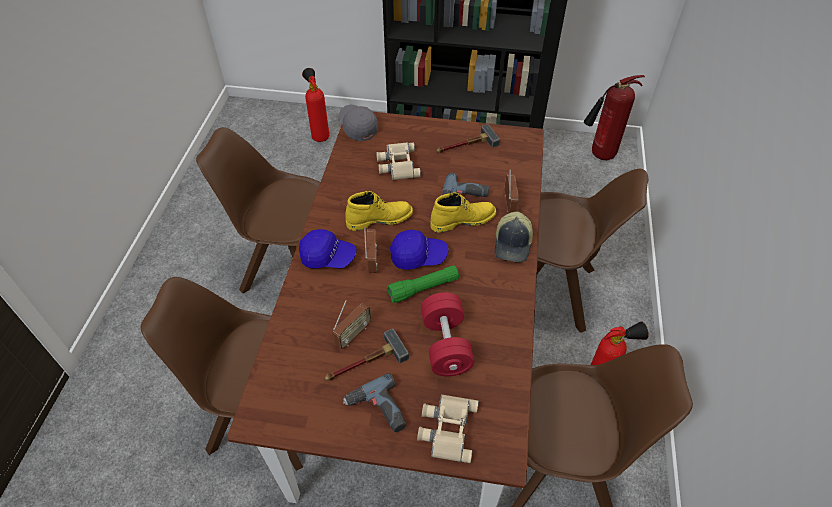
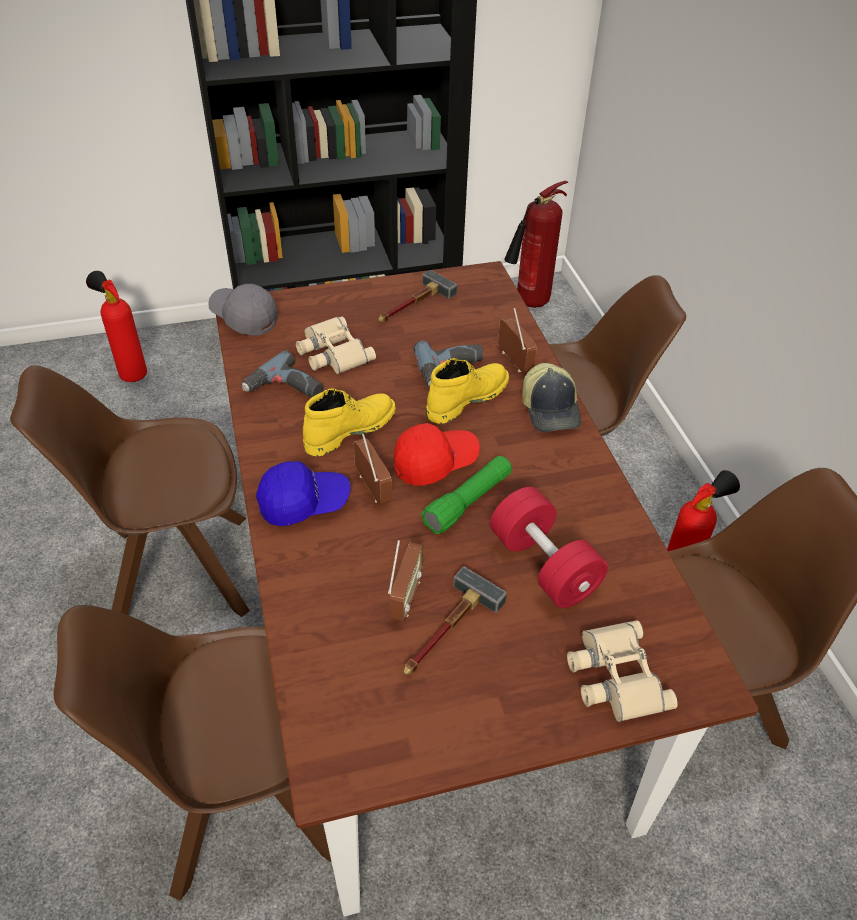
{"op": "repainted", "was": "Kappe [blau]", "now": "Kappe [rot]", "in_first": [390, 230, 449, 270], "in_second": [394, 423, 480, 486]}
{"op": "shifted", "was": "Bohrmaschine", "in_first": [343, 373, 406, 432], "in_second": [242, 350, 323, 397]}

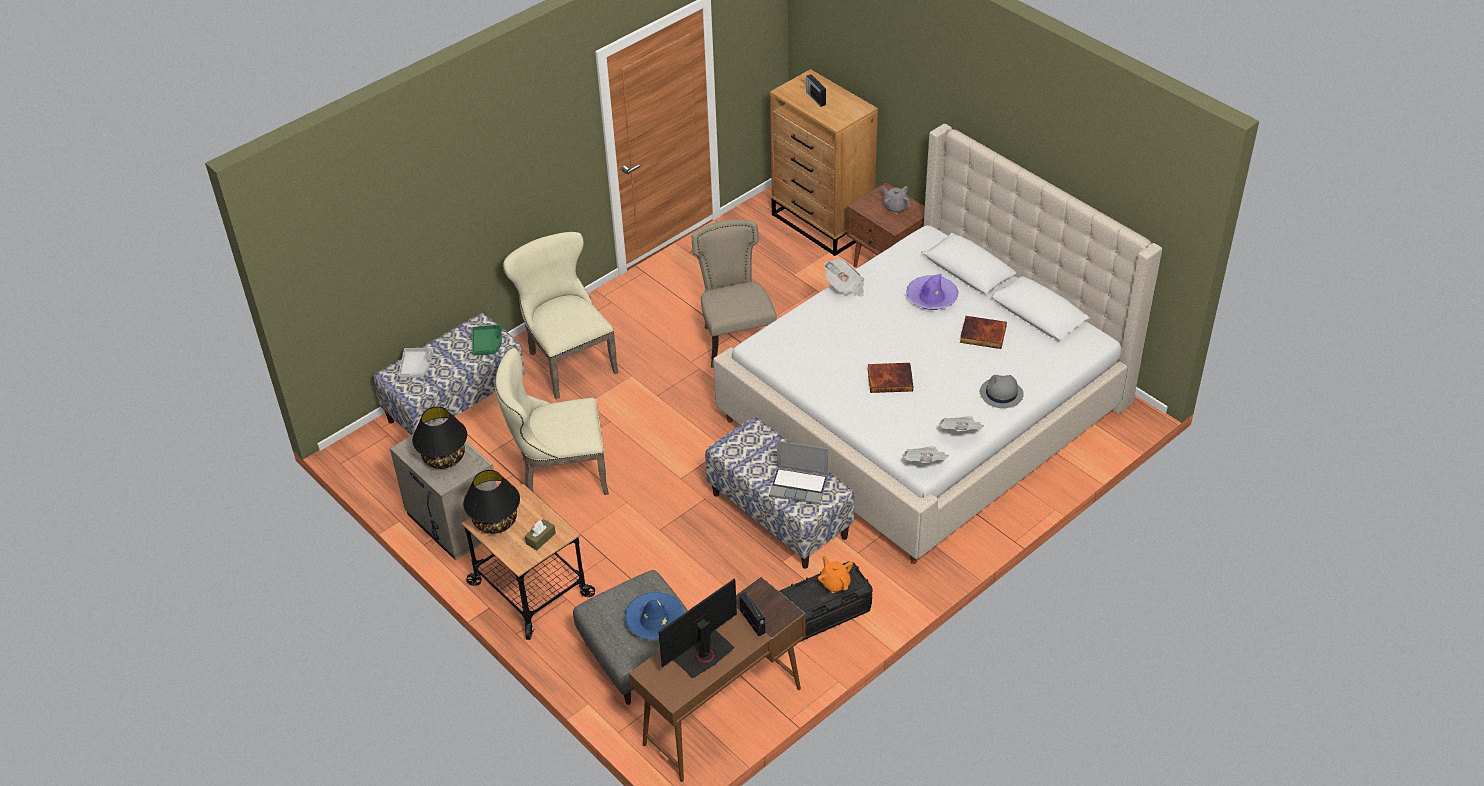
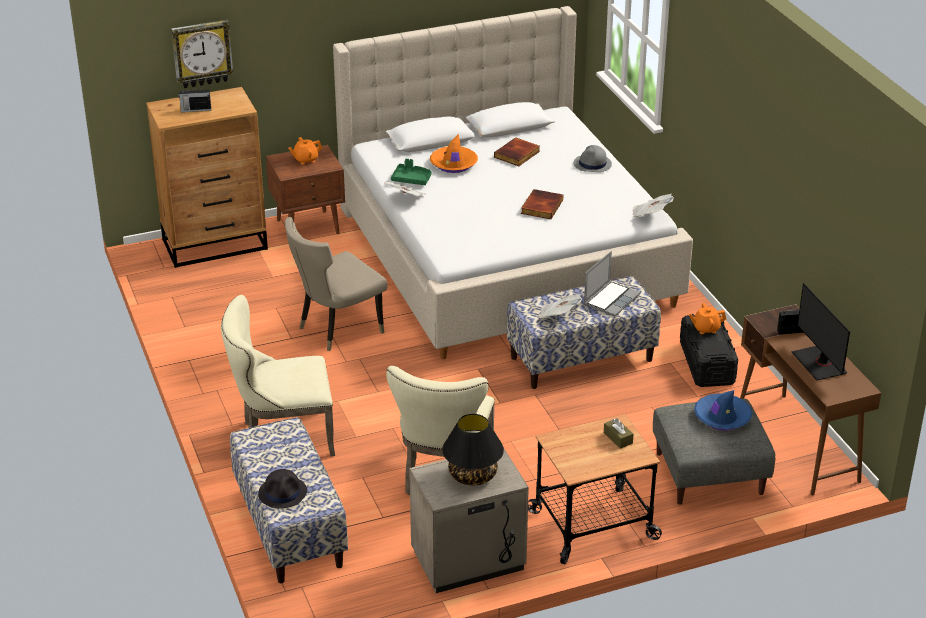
{"op": "repainted", "was": "Teekanne [grau]", "now": "Teekanne [orange]", "in_first": [882, 186, 911, 214], "in_second": [288, 137, 322, 165]}
{"op": "rotated", "was": "Stuhl [beige]", "in_first": [692, 220, 777, 368], "in_second": [285, 217, 387, 351], "clockwise": -45}
{"op": "repainted", "was": "Hut [lila]", "now": "Hut [orange]", "in_first": [906, 274, 959, 310], "in_second": [430, 134, 478, 173]}
{"op": "shifted", "was": "Tablett [grün]", "in_first": [472, 324, 502, 356], "in_second": [391, 159, 432, 185]}
{"op": "swapped", "was": "Tablett [grau]", "now": "Hut [schwarz]", "in_first": [398, 348, 433, 378], "in_second": [258, 469, 307, 508]}
{"op": "shifted", "was": "Zeitung", "in_first": [939, 416, 984, 431], "in_second": [539, 294, 582, 318]}
{"op": "gone", "was": "Tischlampe [schwarz]", "in_first": [463, 470, 520, 534]}
{"op": "new", "now": "Wanduhr", "in_second": [171, 20, 234, 88]}

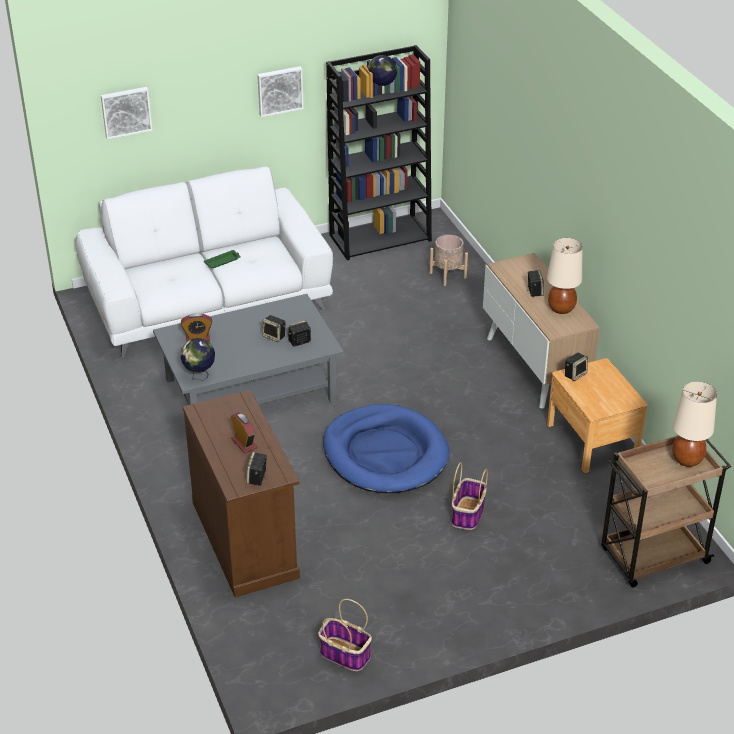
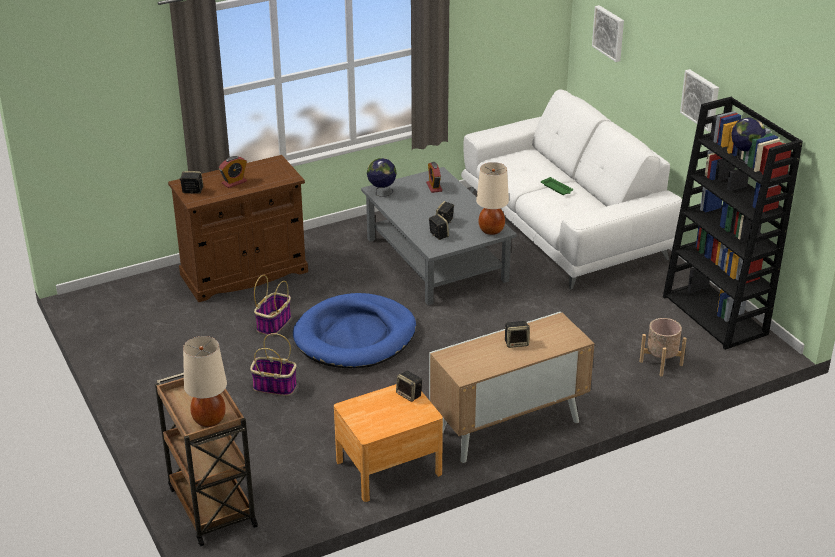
{"op": "shifted", "was": "Tischlampe [beige]", "in_first": [547, 238, 583, 314], "in_second": [476, 162, 509, 235]}
{"op": "shifted", "was": "Korb", "in_first": [318, 599, 372, 671], "in_second": [254, 275, 291, 336]}

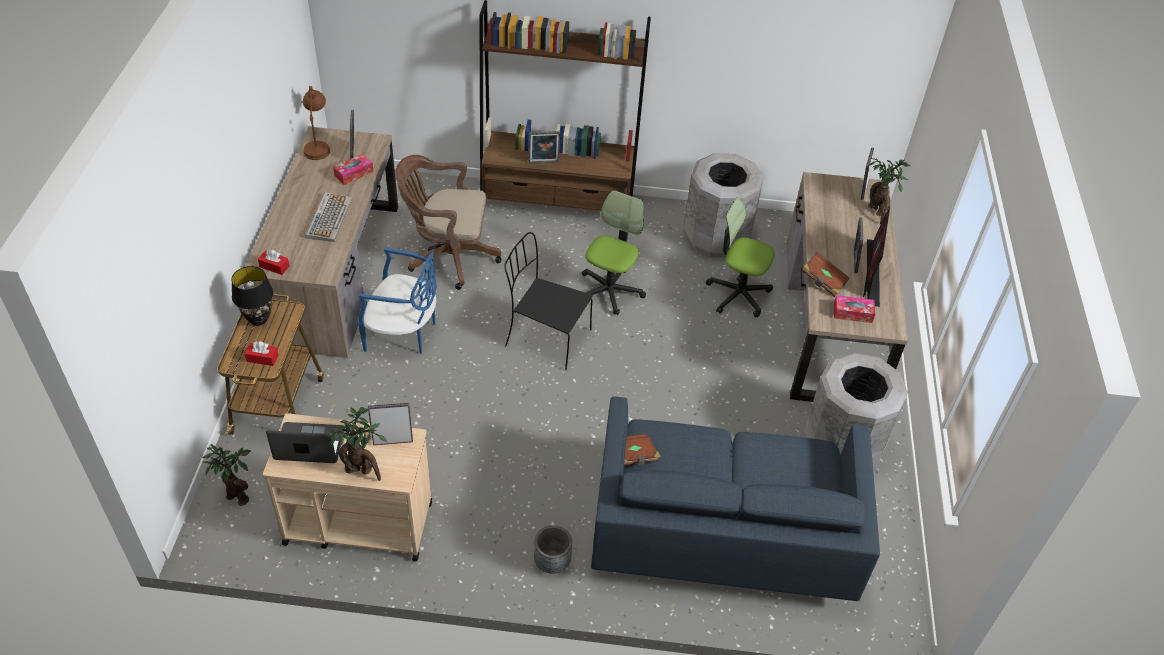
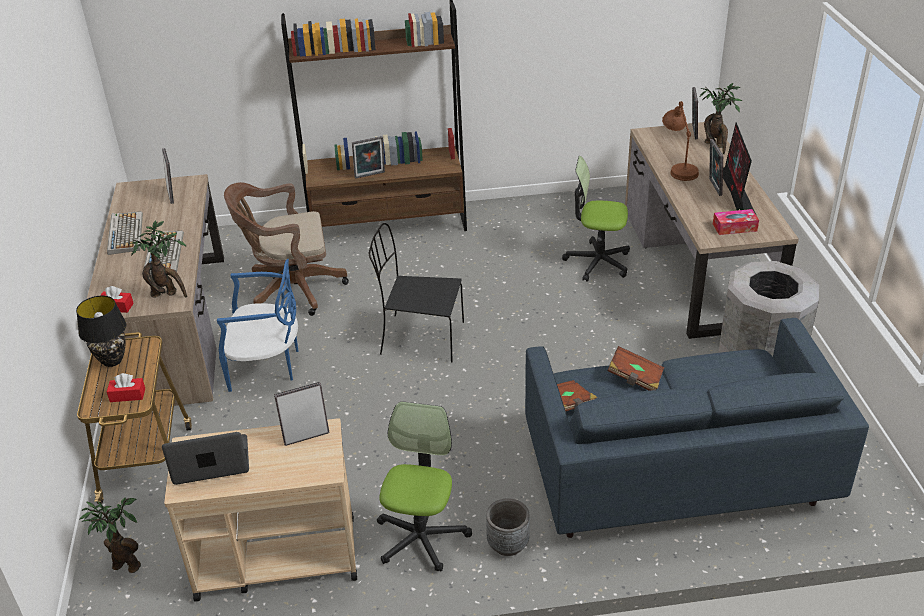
{"op": "shifted", "was": "Tischlampe [braun]", "in_first": [303, 86, 330, 160], "in_second": [662, 101, 699, 181]}
{"op": "gone", "was": "Mülleimer [grau]", "in_first": [683, 153, 764, 258]}
{"op": "gone", "was": "Taschentuchbox", "in_first": [333, 154, 374, 185]}
{"op": "shifted", "was": "Bürostuhl", "in_first": [582, 190, 646, 315], "in_second": [377, 401, 472, 572]}
{"op": "shifted", "was": "Buch [braun]", "in_first": [801, 252, 850, 297], "in_second": [608, 346, 664, 391]}
{"op": "shifted", "was": "Topfpflanze", "in_first": [327, 407, 387, 481], "in_second": [128, 220, 187, 298]}
{"op": "new", "now": "Tastatur", "in_second": [107, 211, 143, 255]}

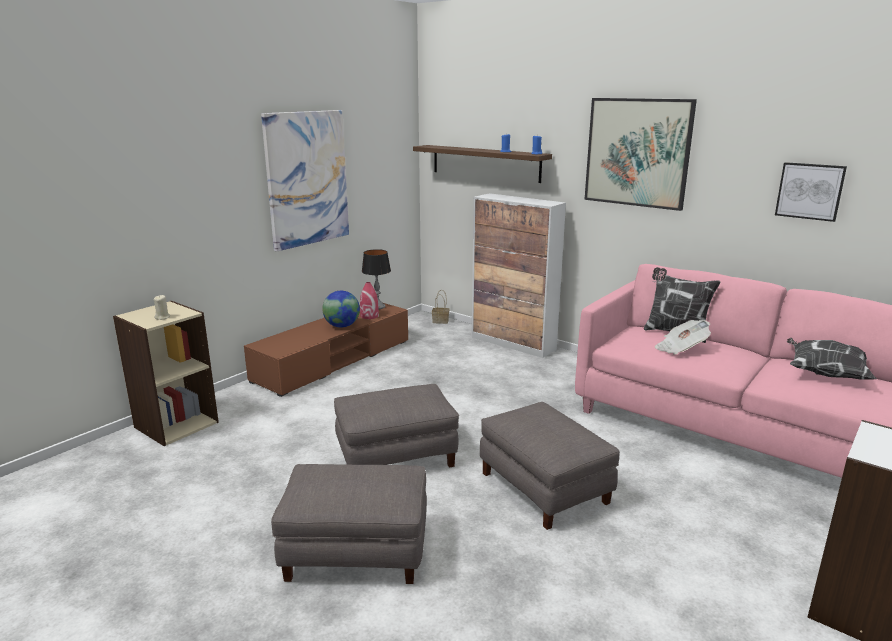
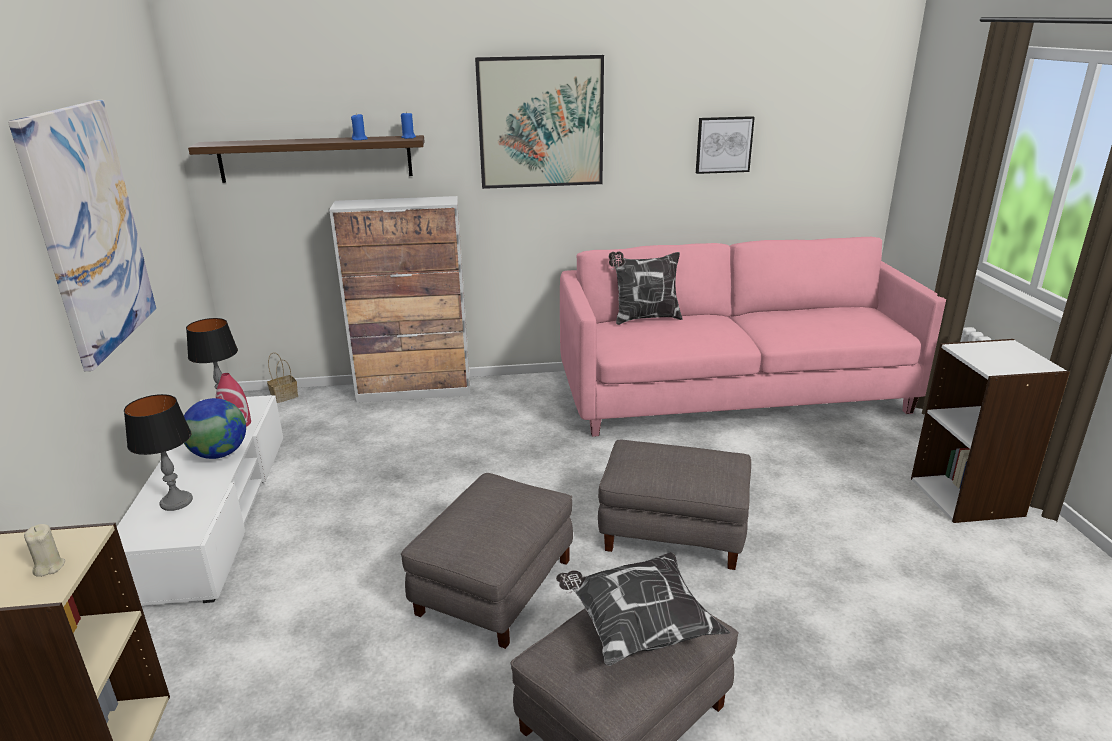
{"op": "repainted", "was": "Fernsehschrank [braun]", "now": "Fernsehschrank [weiß]", "in_first": [244, 303, 408, 397], "in_second": [117, 395, 283, 606]}
{"op": "gone", "was": "Zeitung", "in_first": [655, 320, 711, 355]}
{"op": "shifted", "was": "Kissen", "in_first": [787, 338, 877, 380], "in_second": [556, 552, 730, 666]}
{"op": "new", "now": "Tischlampe", "in_second": [124, 394, 193, 511]}

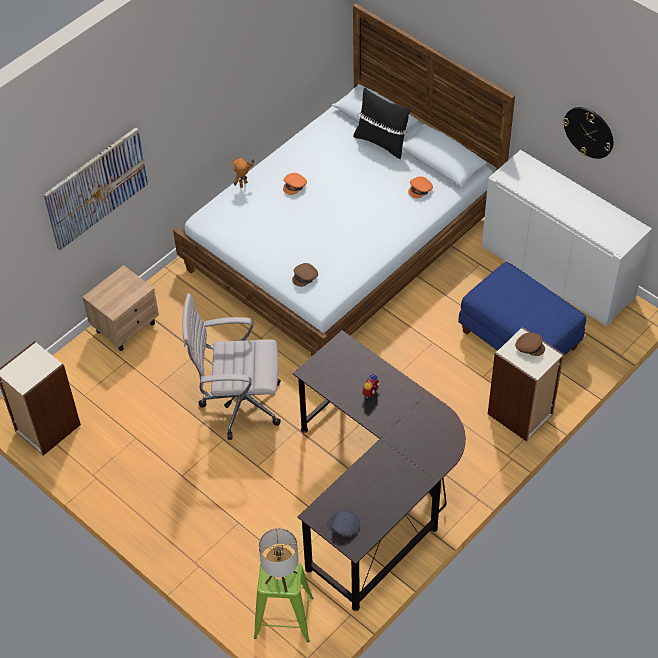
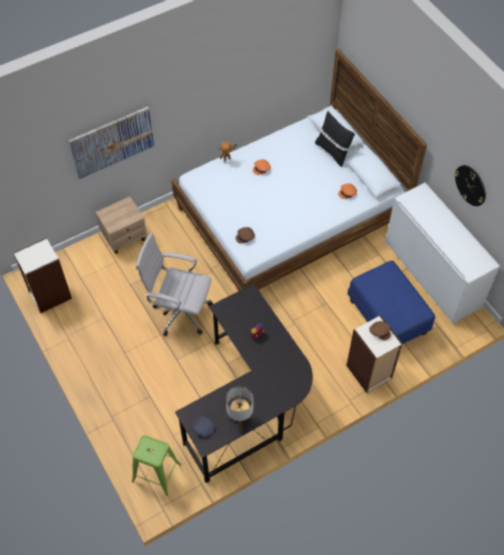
{"op": "shifted", "was": "Tischlampe", "in_first": [259, 528, 298, 593], "in_second": [226, 386, 253, 430]}

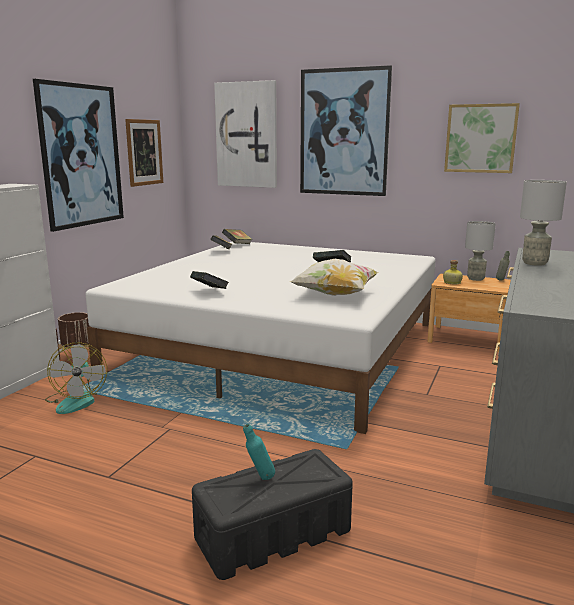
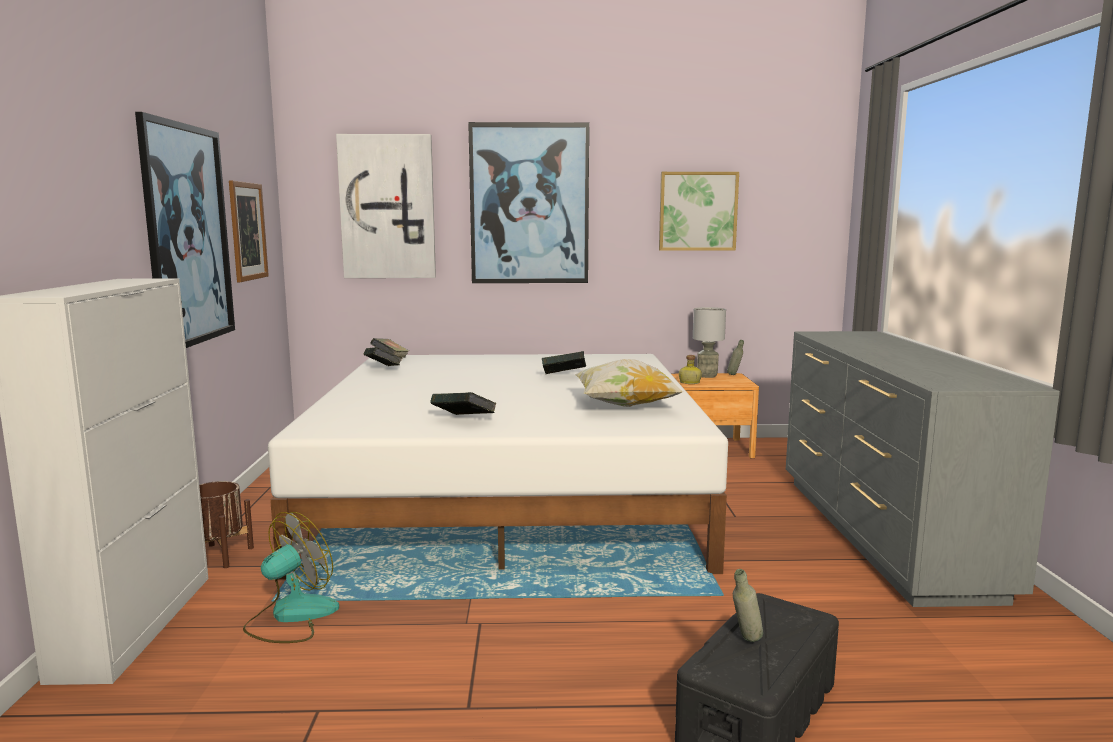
{"op": "gone", "was": "Tischlampe [grau]", "in_first": [520, 180, 567, 266]}
{"op": "rotated", "was": "Ventilator", "in_first": [45, 343, 107, 414], "in_second": [243, 512, 339, 643], "clockwise": -105}
{"op": "repainted", "was": "Flasche [türkis]", "now": "Flasche [grau]", "in_first": [243, 424, 275, 480], "in_second": [733, 569, 763, 642]}

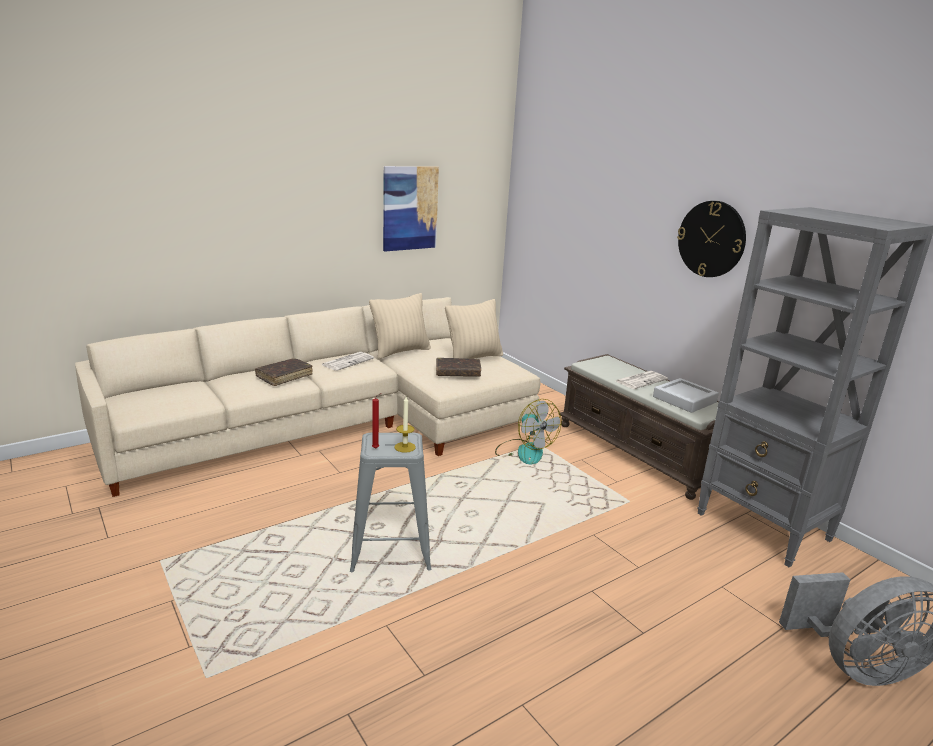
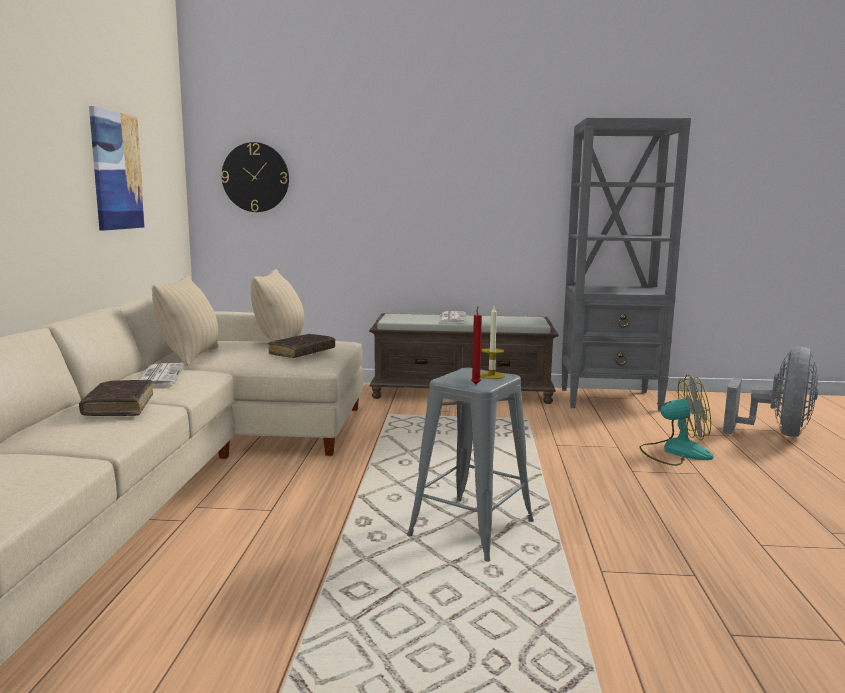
{"op": "shifted", "was": "Wanduhr", "in_first": [677, 201, 746, 277], "in_second": [221, 142, 289, 212]}
{"op": "gone", "was": "Tablett [grau]", "in_first": [653, 378, 719, 413]}
{"op": "shifted", "was": "Ventilator", "in_first": [495, 399, 561, 464], "in_second": [639, 374, 713, 466]}

